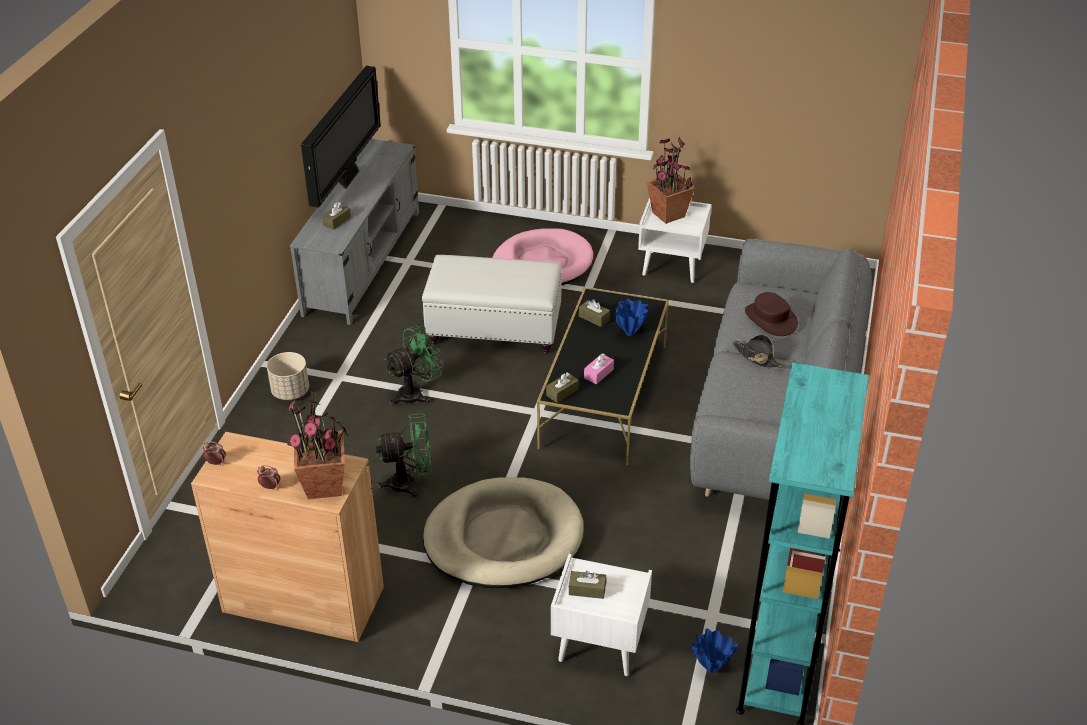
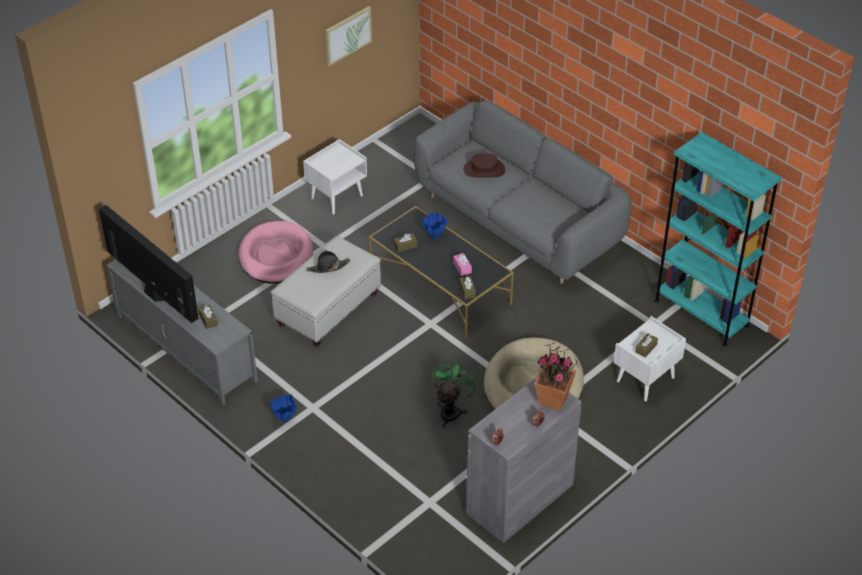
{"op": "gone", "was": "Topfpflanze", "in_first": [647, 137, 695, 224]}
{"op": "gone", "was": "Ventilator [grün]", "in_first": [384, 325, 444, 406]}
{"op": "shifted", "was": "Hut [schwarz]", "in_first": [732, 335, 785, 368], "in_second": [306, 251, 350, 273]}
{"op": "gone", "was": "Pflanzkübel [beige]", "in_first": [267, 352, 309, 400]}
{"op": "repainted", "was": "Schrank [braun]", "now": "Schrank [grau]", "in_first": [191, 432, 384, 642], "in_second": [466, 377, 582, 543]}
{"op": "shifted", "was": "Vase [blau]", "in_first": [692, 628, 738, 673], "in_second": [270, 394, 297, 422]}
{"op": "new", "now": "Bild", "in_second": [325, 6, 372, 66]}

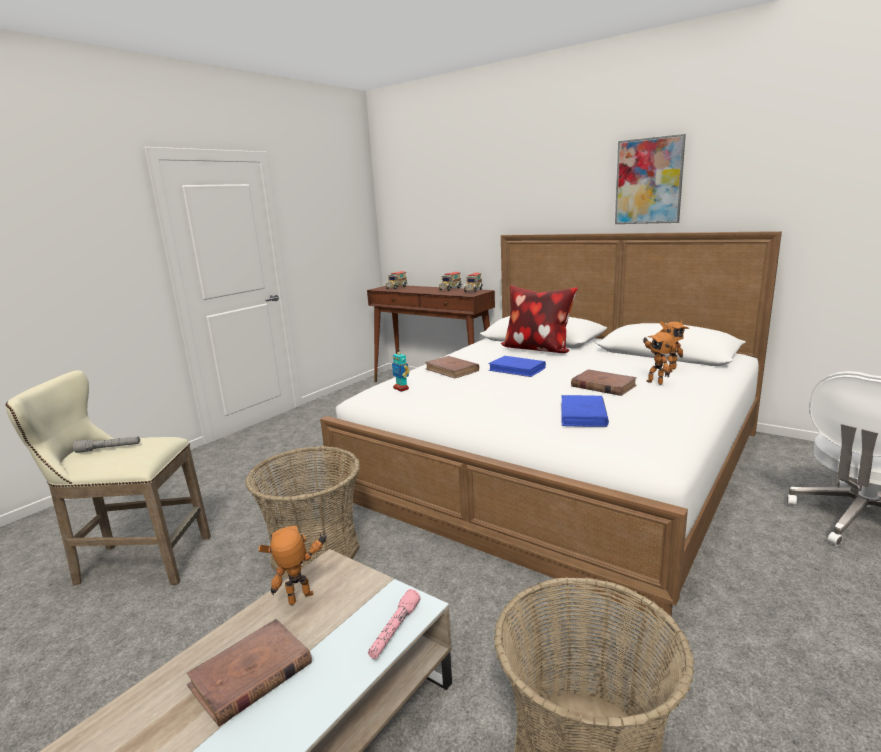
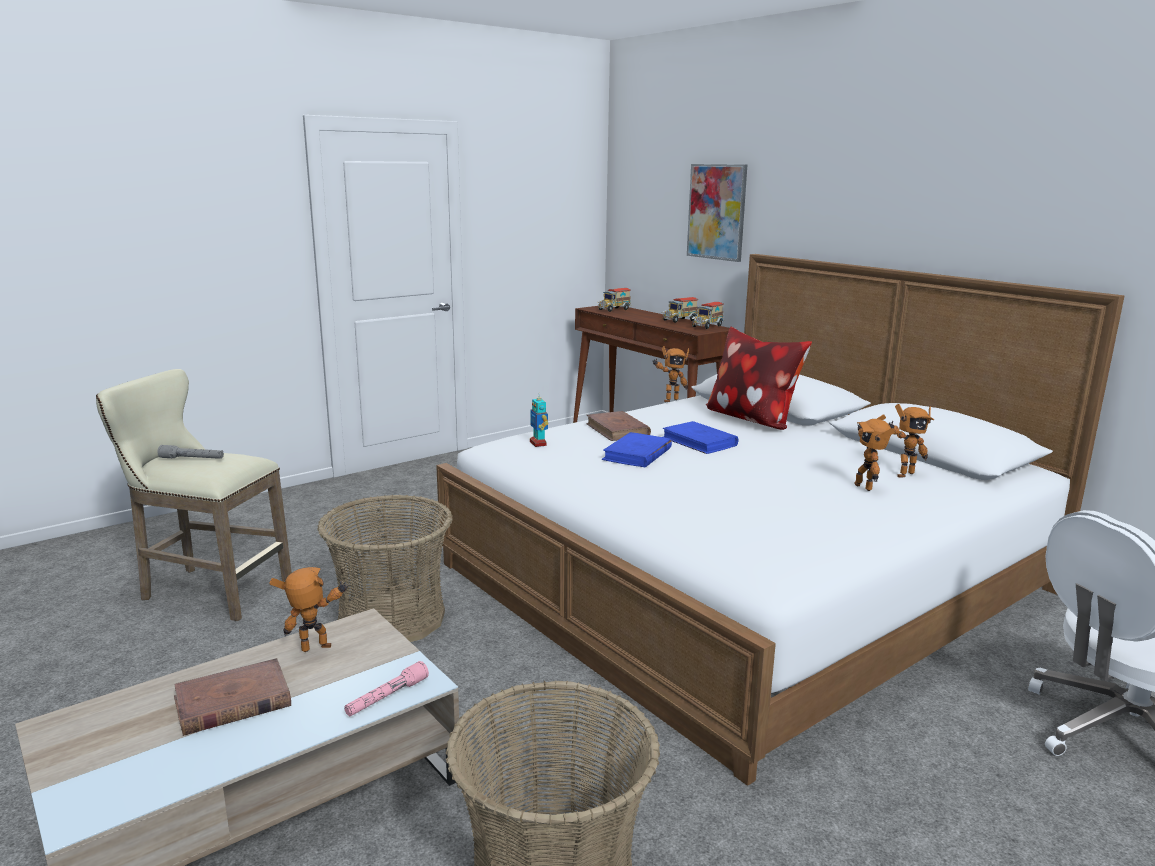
{"op": "shifted", "was": "Bild", "in_first": [615, 134, 686, 224], "in_second": [687, 164, 747, 262]}
{"op": "gone", "was": "Buch [braun]", "in_first": [571, 369, 637, 396]}
{"op": "shifted", "was": "Buch [blau]", "in_first": [561, 395, 609, 427], "in_second": [602, 432, 672, 467]}
{"op": "new", "now": "Spielzeugroboter", "in_second": [652, 346, 689, 402]}

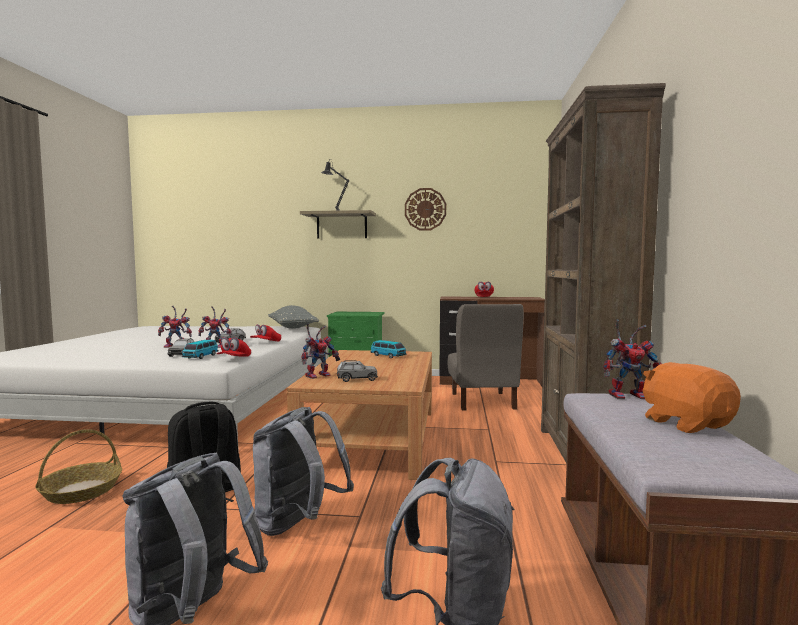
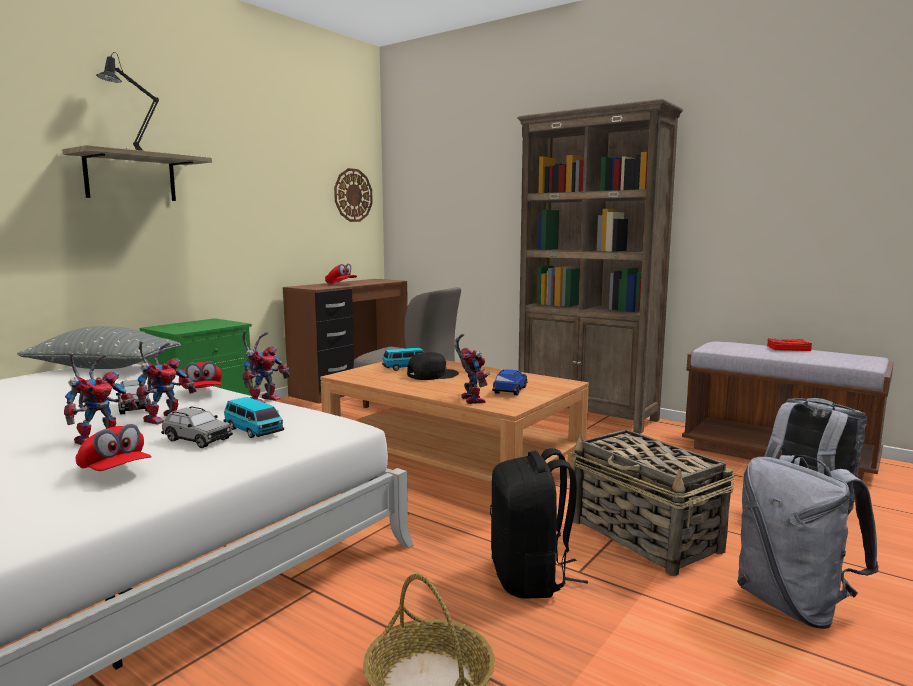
{"op": "shifted", "was": "Wanduhr", "in_first": [405, 188, 446, 231], "in_second": [334, 168, 373, 222]}
{"op": "shifted", "was": "Spielzeugroboter", "in_first": [603, 320, 662, 399], "in_second": [242, 330, 291, 403]}
{"op": "shifted", "was": "Kappe [rot]", "in_first": [217, 337, 251, 357], "in_second": [76, 424, 152, 471]}
{"op": "repainted", "was": "Spielzeugauto [grau]", "now": "Spielzeugauto [blau]", "in_first": [337, 360, 378, 382], "in_second": [492, 369, 528, 395]}
{"op": "swapped", "was": "Plüschtier [orange]", "now": "Buch [rot]", "in_first": [643, 362, 741, 433], "in_second": [767, 338, 812, 351]}
{"op": "swapped", "was": "Rucksack [grau]", "now": "Korb", "in_first": [253, 407, 354, 536], "in_second": [570, 430, 735, 576]}
{"op": "new", "now": "Kappe [schwarz]", "in_second": [407, 352, 459, 380]}

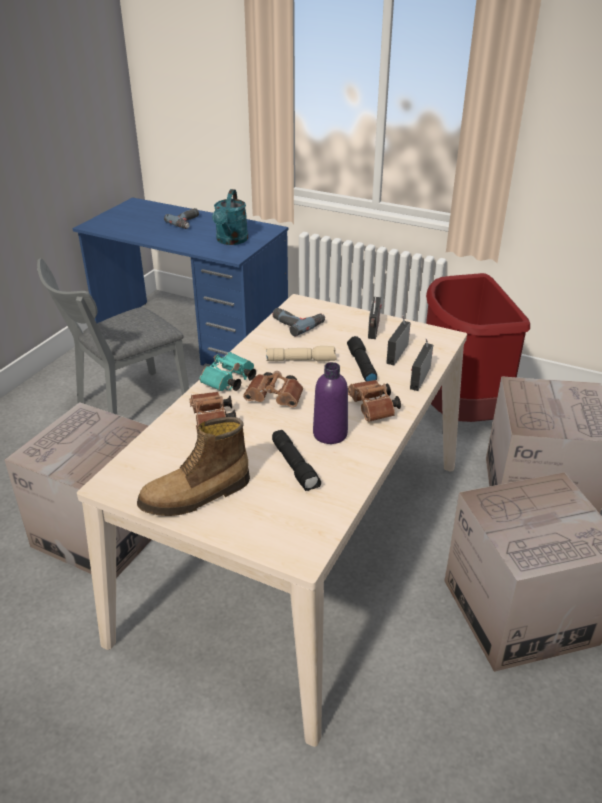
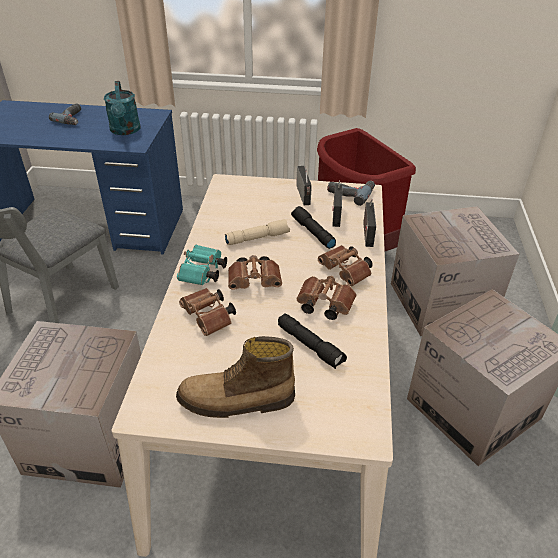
{"op": "shifted", "was": "Bohrmaschine", "in_first": [272, 308, 325, 337], "in_second": [327, 180, 375, 206]}
{"op": "swapped", "was": "Flasche [lila]", "now": "Fernglas [braun]", "in_first": [313, 362, 348, 444], "in_second": [296, 276, 356, 320]}
{"op": "rotated", "was": "Stiefel", "in_first": [137, 417, 250, 516], "in_second": [176, 336, 295, 418], "clockwise": 45}

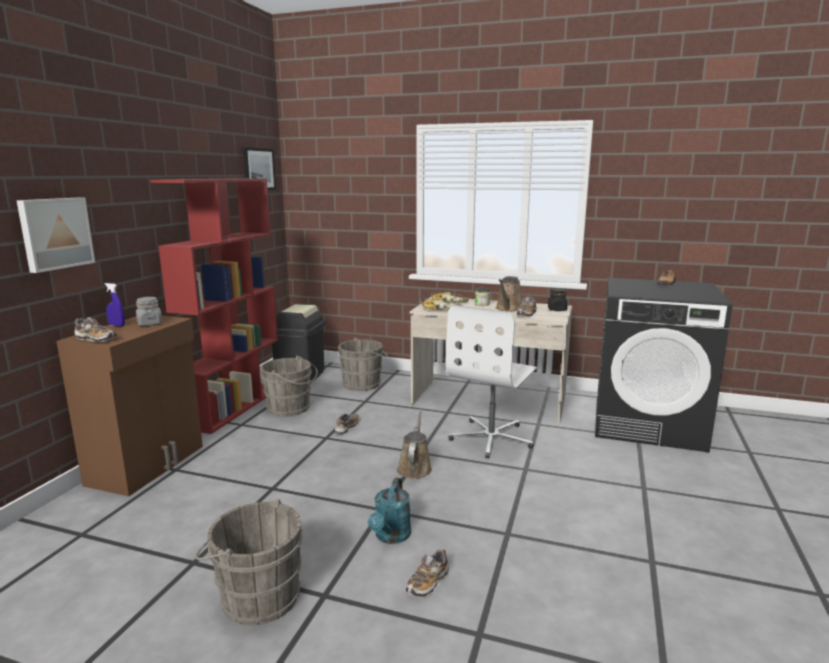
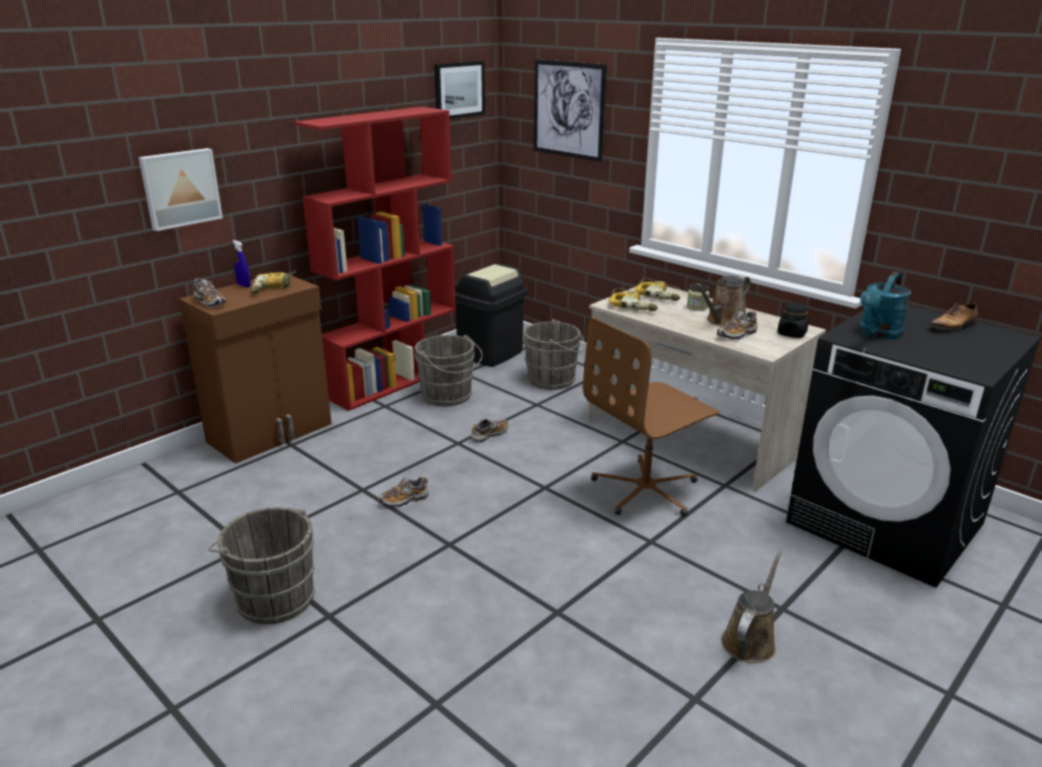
{"op": "swapped", "was": "Vorratsglas [grau]", "now": "Bohrmaschine", "in_first": [136, 297, 162, 326], "in_second": [251, 270, 296, 294]}
{"op": "repainted", "was": "Bürostuhl [weiß]", "now": "Bürostuhl [braun]", "in_first": [446, 305, 537, 458], "in_second": [583, 317, 719, 517]}
{"op": "shifted", "was": "Gießkanne [braun]", "in_first": [397, 409, 432, 479], "in_second": [721, 550, 782, 663]}
{"op": "shifted", "was": "Gießkanne [türkis]", "in_first": [368, 478, 411, 544], "in_second": [860, 272, 911, 339]}
{"op": "shifted", "was": "Schuh", "in_first": [406, 549, 449, 597], "in_second": [379, 477, 429, 508]}
{"op": "new", "now": "Bild", "in_second": [534, 59, 607, 162]}

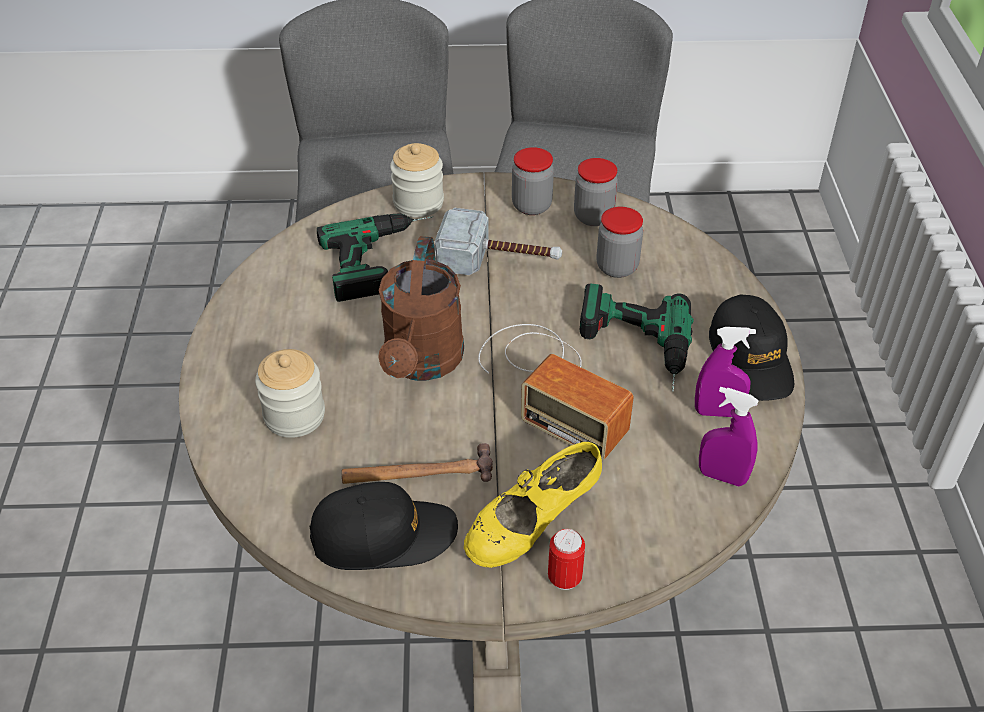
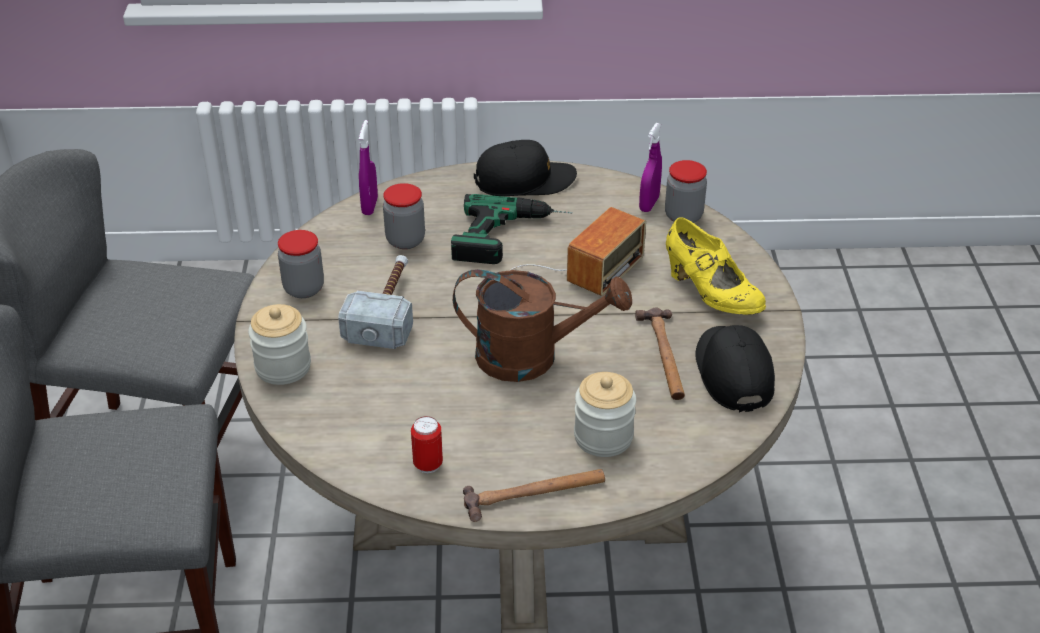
{"op": "shifted", "was": "Vorratsglas", "in_first": [574, 158, 618, 226], "in_second": [665, 160, 707, 223]}
{"op": "gone", "was": "Bohrmaschine", "in_first": [317, 213, 433, 302]}
{"op": "shifted", "was": "Sprühflasche [lila]", "in_first": [695, 327, 756, 417], "in_second": [359, 120, 378, 215]}
{"op": "shifted", "was": "Dose", "in_first": [548, 529, 585, 590], "in_second": [411, 416, 443, 473]}
{"op": "new", "now": "Hammer", "in_second": [463, 469, 605, 522]}

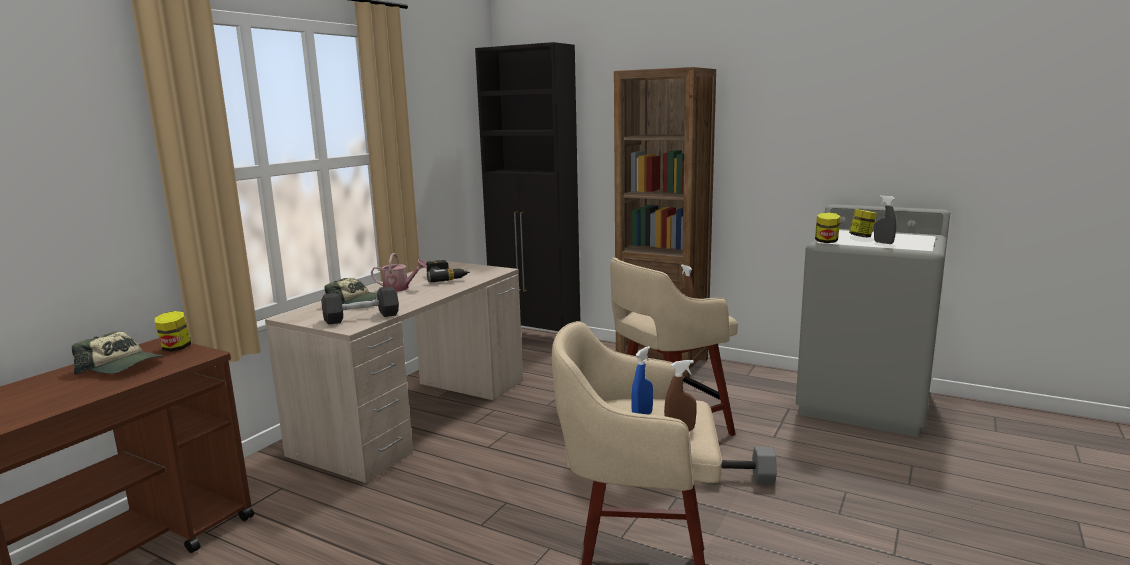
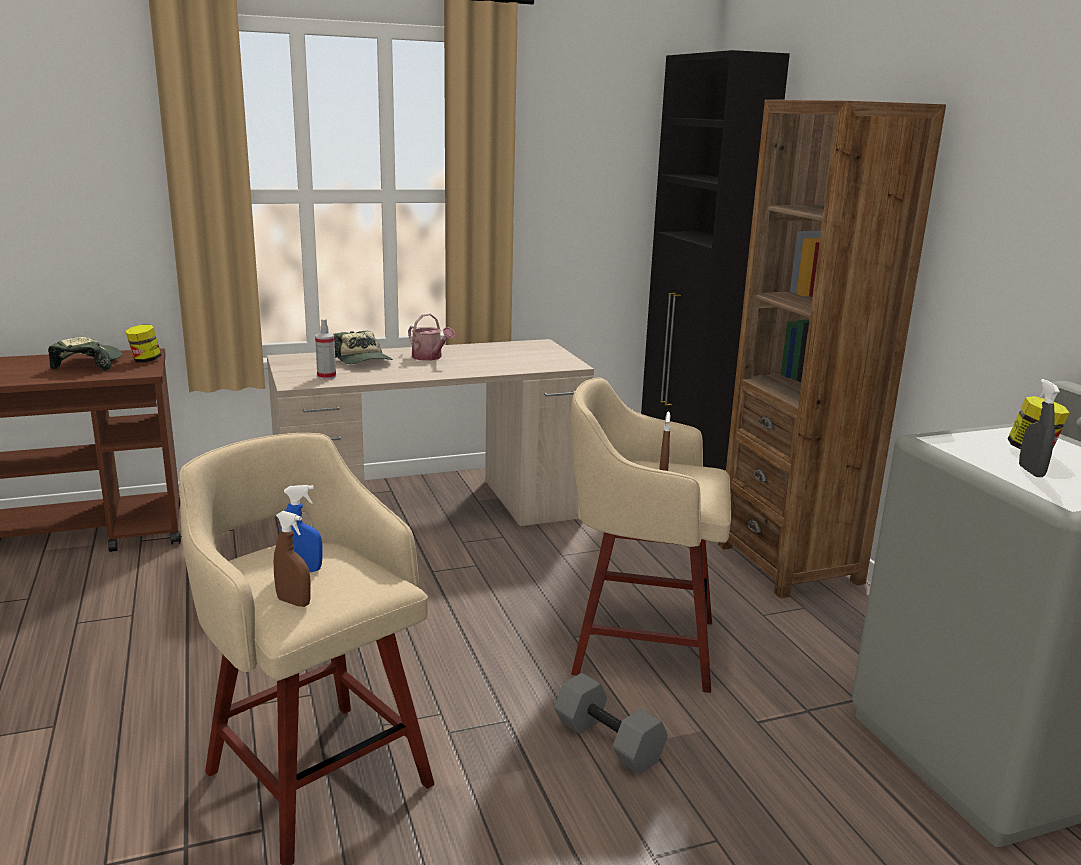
{"op": "gone", "was": "Vorratsglas", "in_first": [815, 212, 840, 243]}
{"op": "gone", "was": "Bohrmaschine", "in_first": [426, 260, 470, 282]}
{"op": "swapped", "was": "Hantel [schwarz]", "now": "Sprühflasche", "in_first": [321, 286, 399, 325], "in_second": [315, 319, 336, 380]}
{"op": "rotated", "was": "Kappe", "in_first": [72, 331, 163, 375], "in_second": [48, 337, 122, 371], "clockwise": -150}

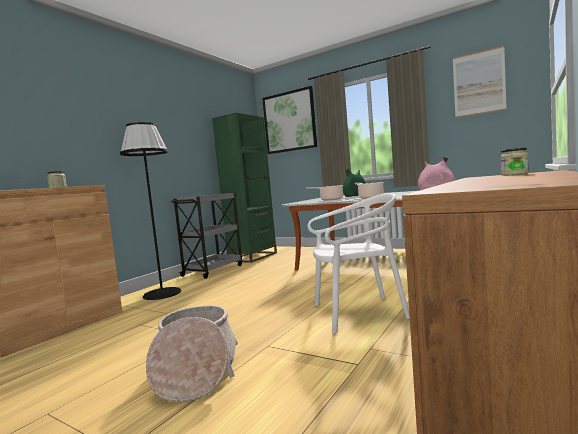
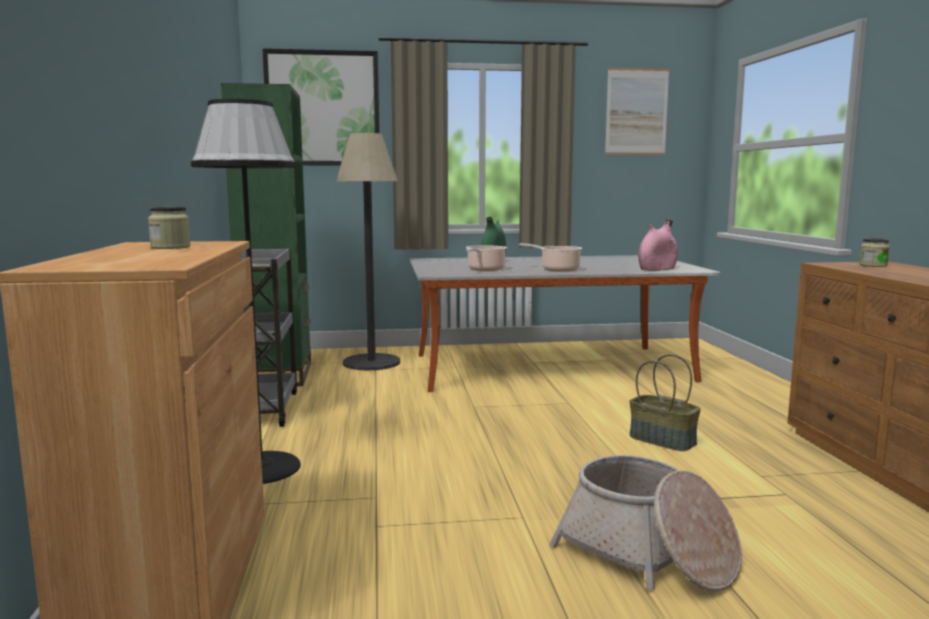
{"op": "swapped", "was": "Stuhl [weiß]", "now": "Korb", "in_first": [307, 193, 410, 334], "in_second": [630, 354, 701, 451]}
{"op": "new", "now": "Stehlampe", "in_second": [336, 133, 400, 370]}

